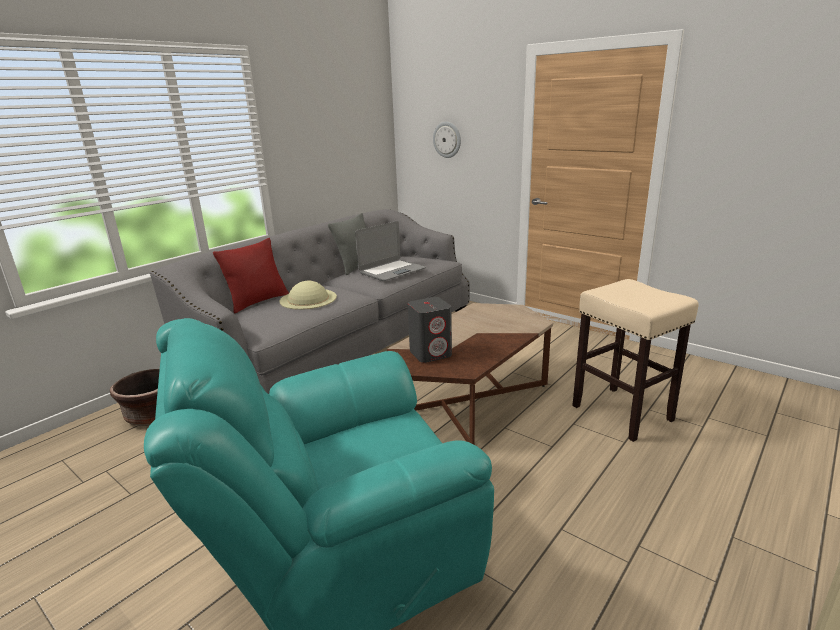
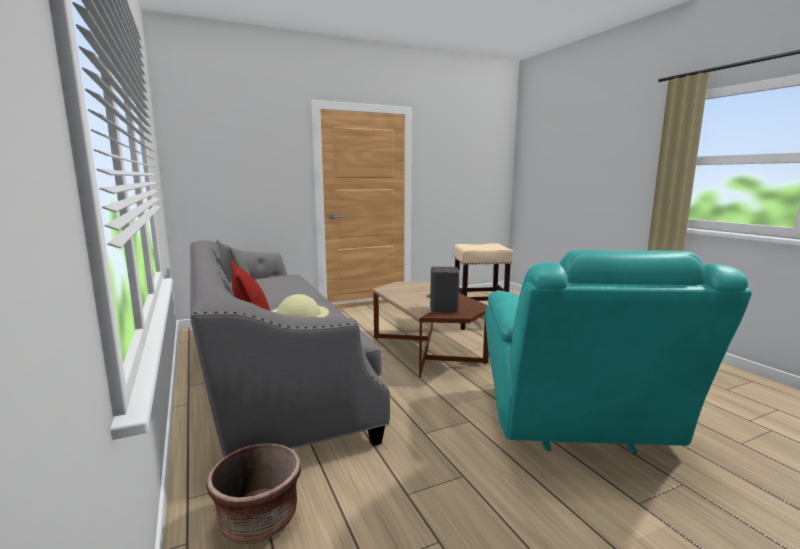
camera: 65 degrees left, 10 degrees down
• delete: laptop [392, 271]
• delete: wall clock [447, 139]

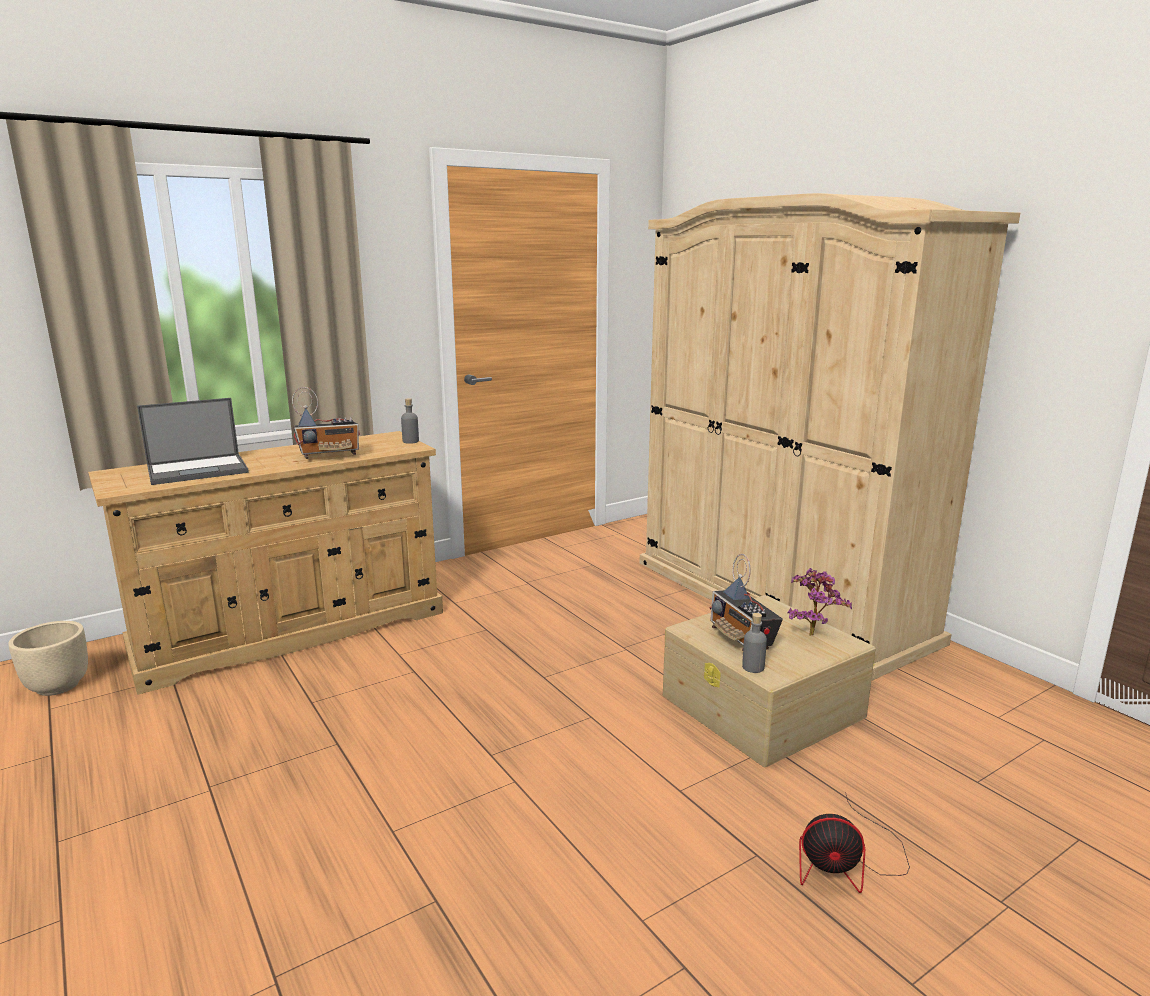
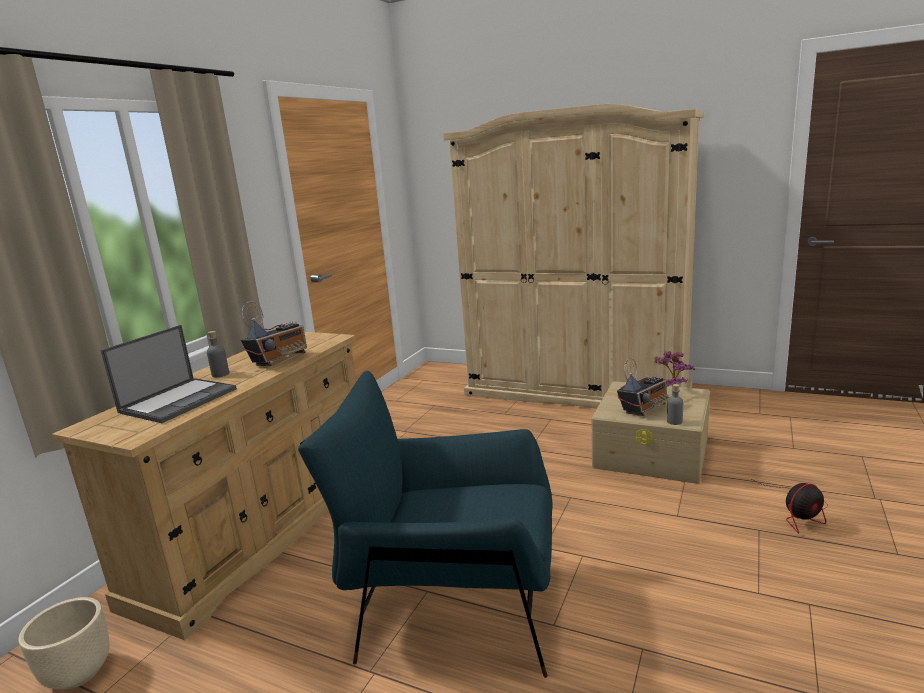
camera: 30 degrees left, 0 degrees up
• insert: blue armchair [453, 603]
• move: grey bottle [410, 441] to [220, 374]
• rotate: radio [742, 639] = [644, 409] 75 degrees counterclockwise

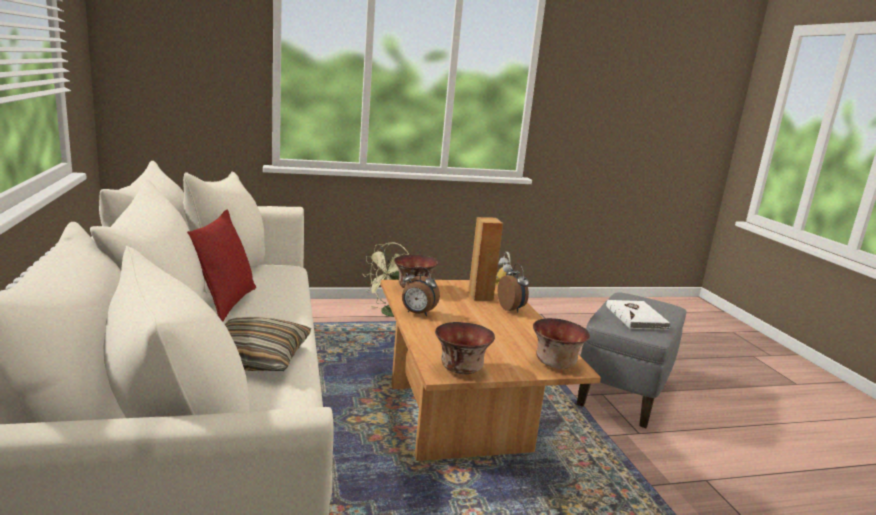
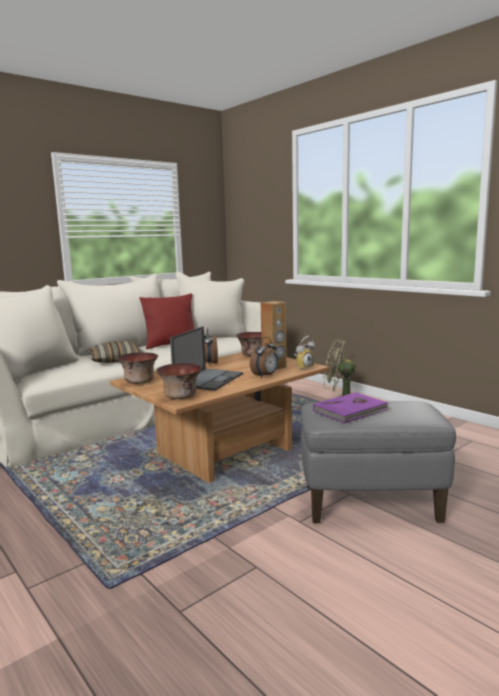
camera: 65 degrees right, 5 degrees down
• insert: laptop [209, 379]
• recolor: white book [637, 317] to purple book [352, 411]

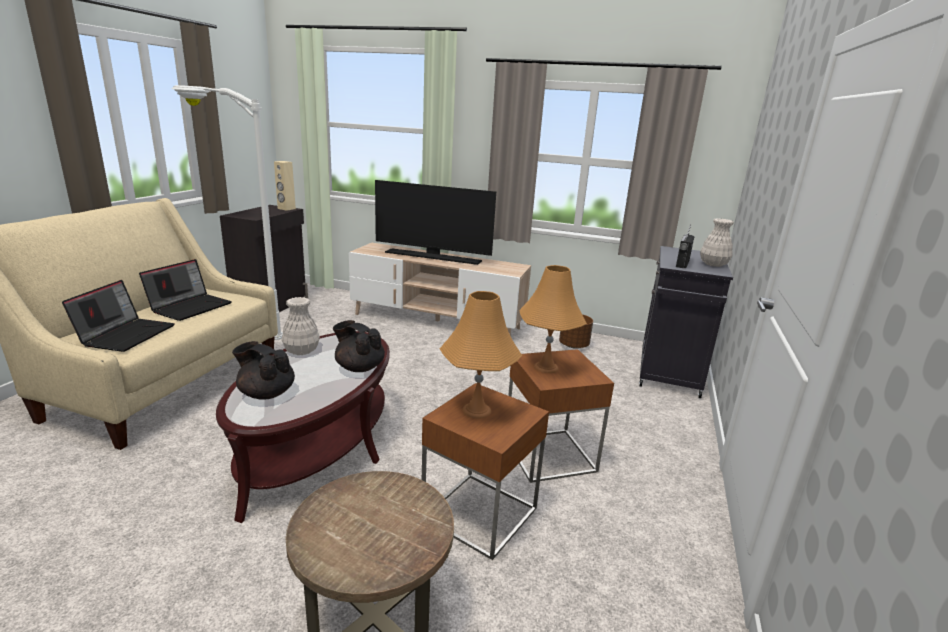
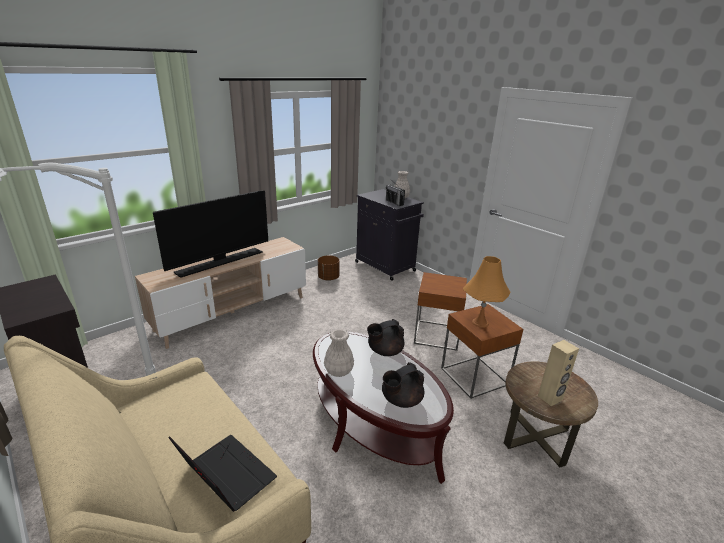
camera: 60 degrees left, 5 degrees up
• delete: laptop [190, 307]
• delete: orange table lamp [546, 367]
• move: beige speaker [286, 209] to [550, 398]

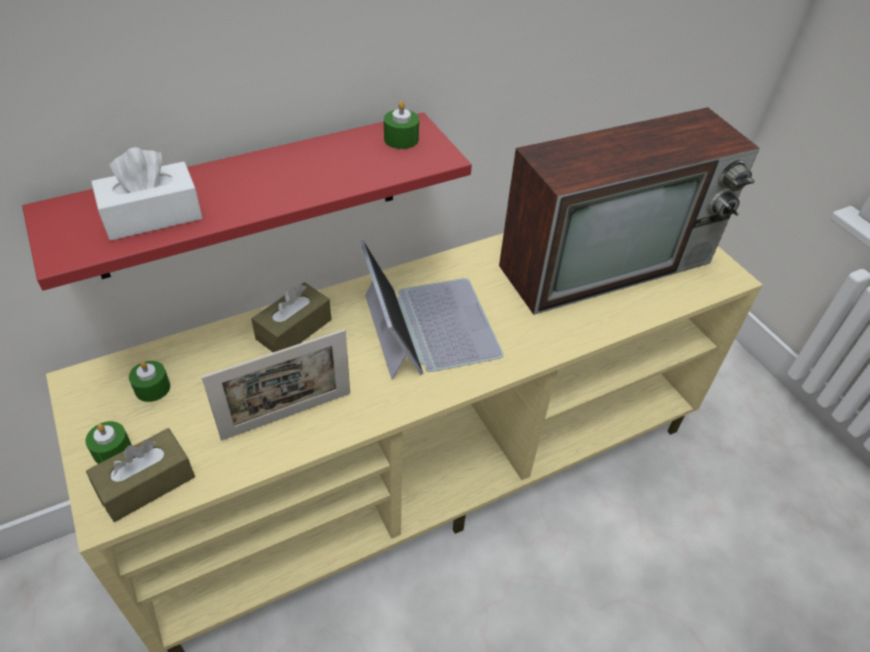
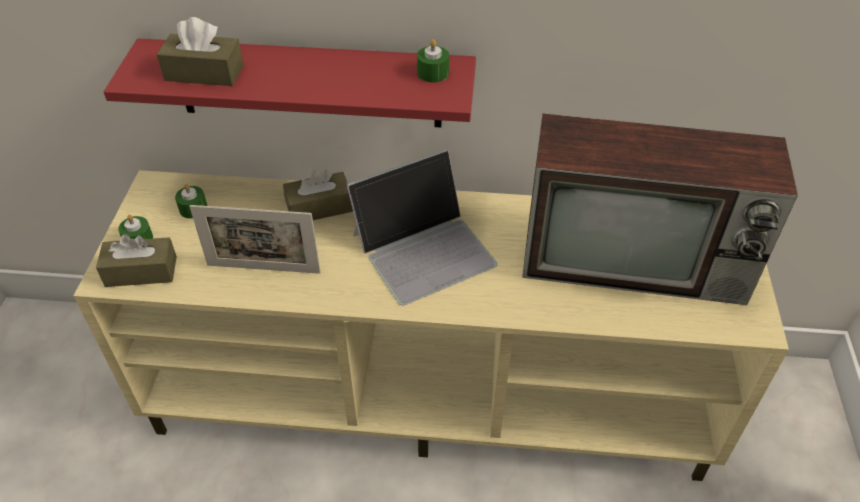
camera: 35 degrees right, 0 degrees up
• recolor: white tissue box [152, 216] to brown tissue box [204, 73]
• rotate: laptop [428, 325] = [424, 248] 45 degrees clockwise

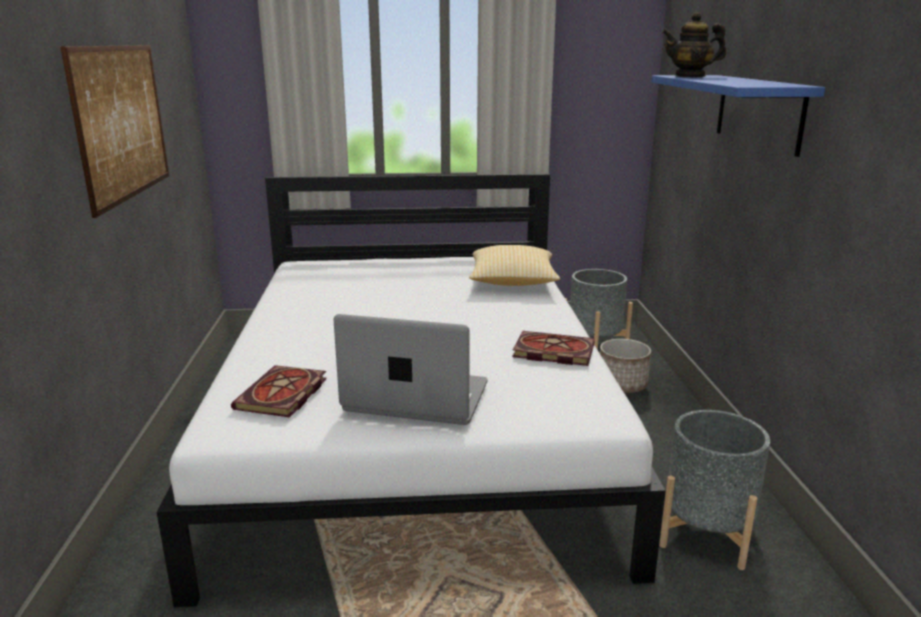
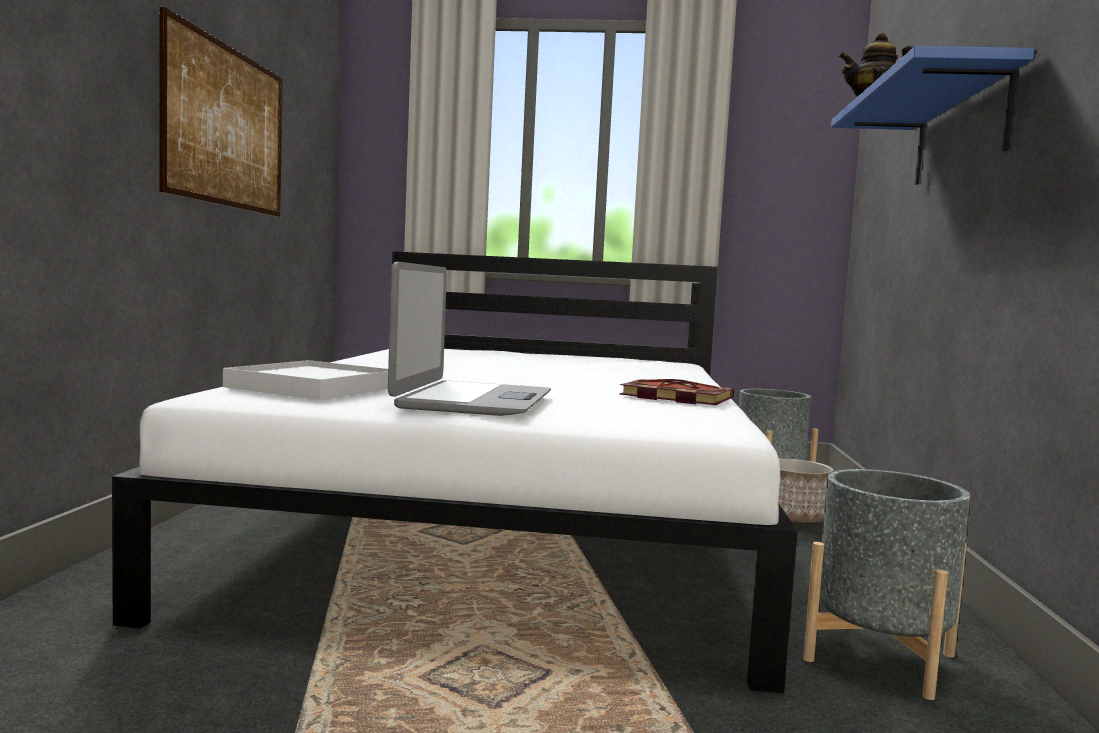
camera: 10 degrees right, 15 degrees down
• delete: pillow [512, 282]
• replace: book [282, 395] to white tray [313, 387]
• rotate: laptop [416, 398] = [473, 401] 75 degrees clockwise

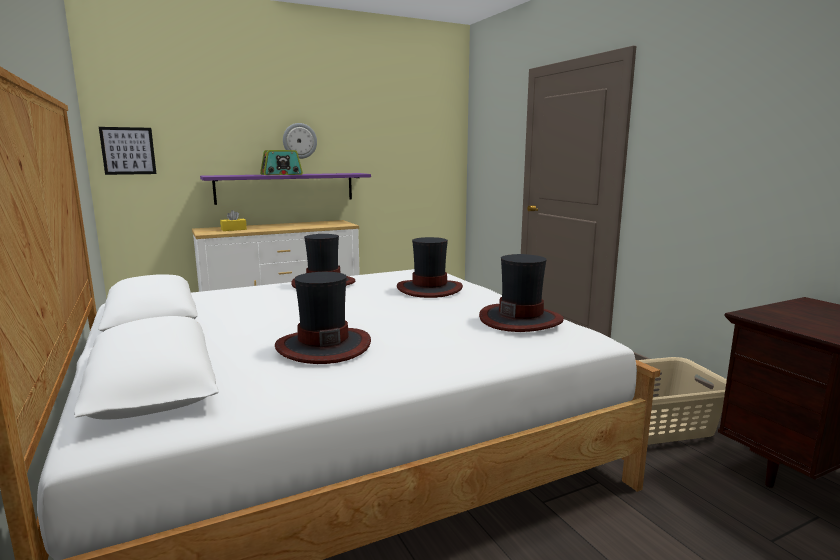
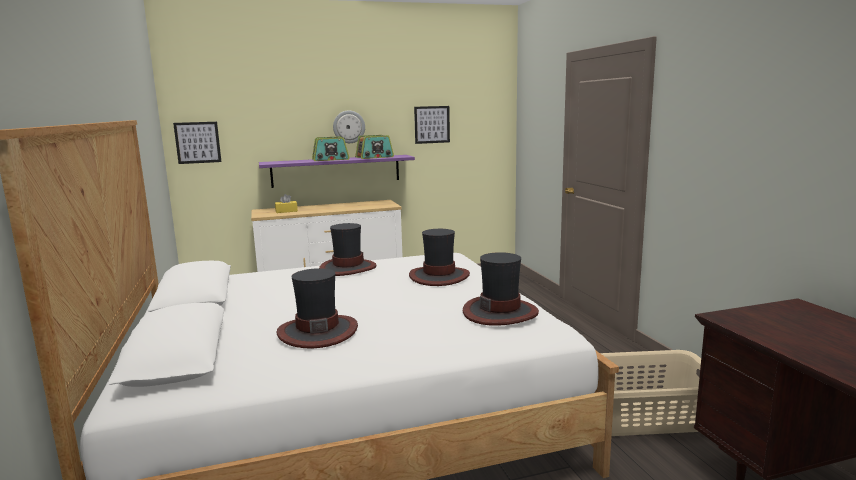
camera: 10 degrees right, 0 degrees up
• insert: radio [374, 157]
• insert: picture [432, 124]

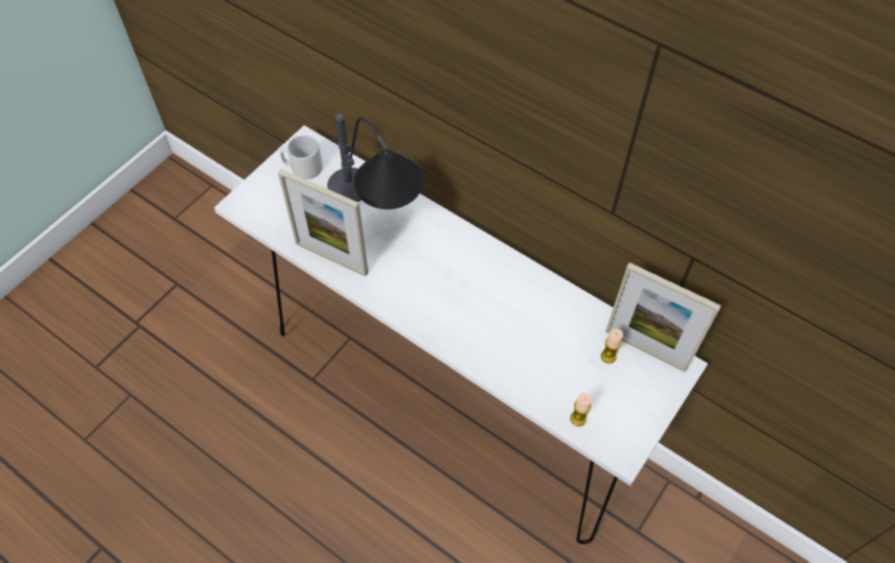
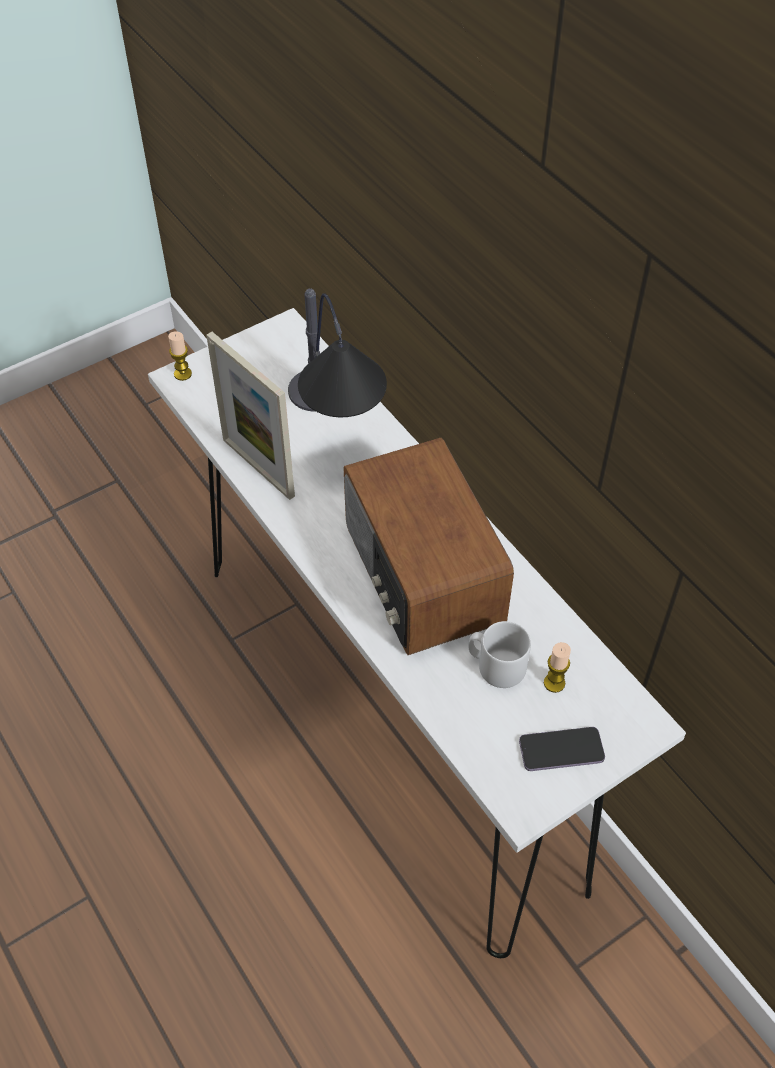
camera: 20 degrees right, 5 degrees down
• delete: picture frame [646, 349]
• insert: radio [421, 575]
• insert: phone [561, 750]
• move: grey mug [303, 168] to [496, 666]
• move: candle [578, 418] to [182, 374]

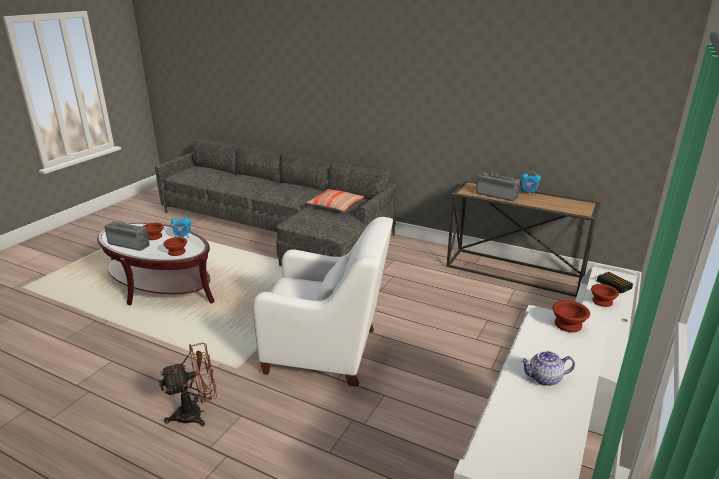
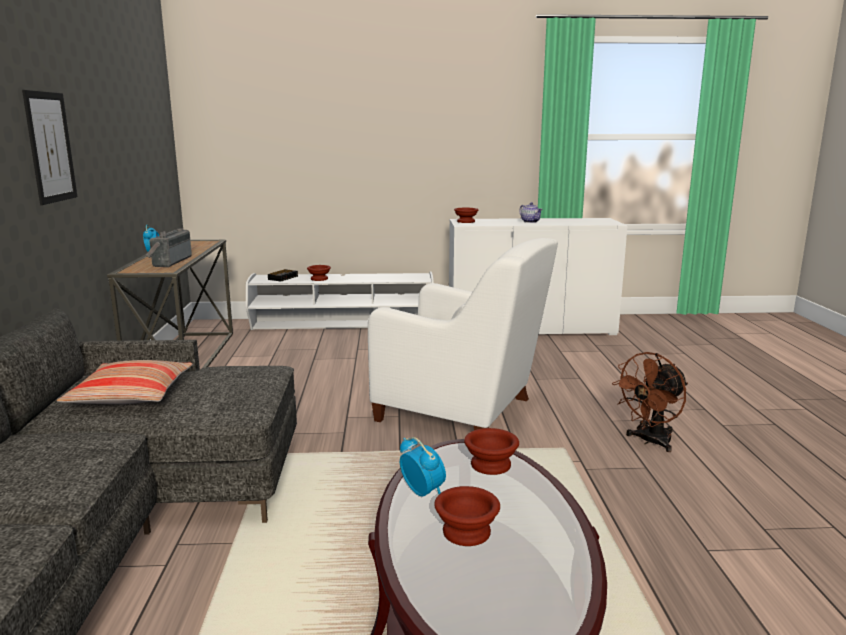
camera: 120 degrees left, 10 degrees down
• delete: radio [130, 244]
• insert: picture [50, 147]
• rotate: brown fan [196, 413] = [650, 441] 75 degrees counterclockwise
• rotate: white armchair [328, 351] = [462, 411] 135 degrees clockwise

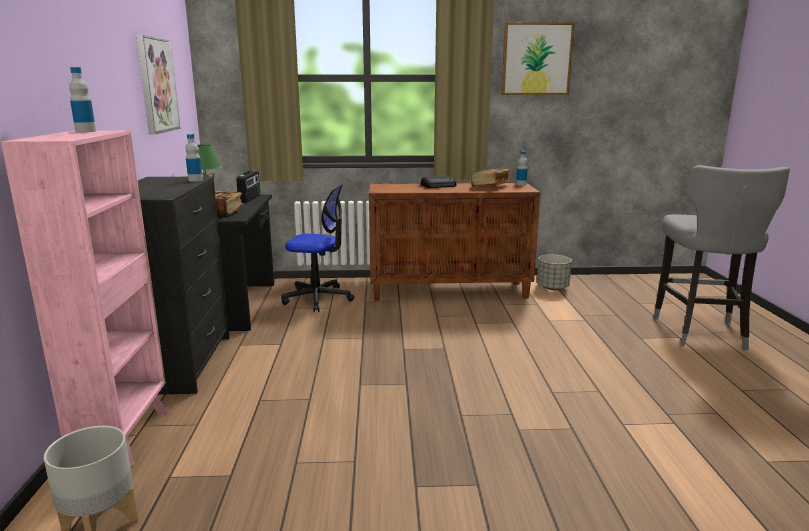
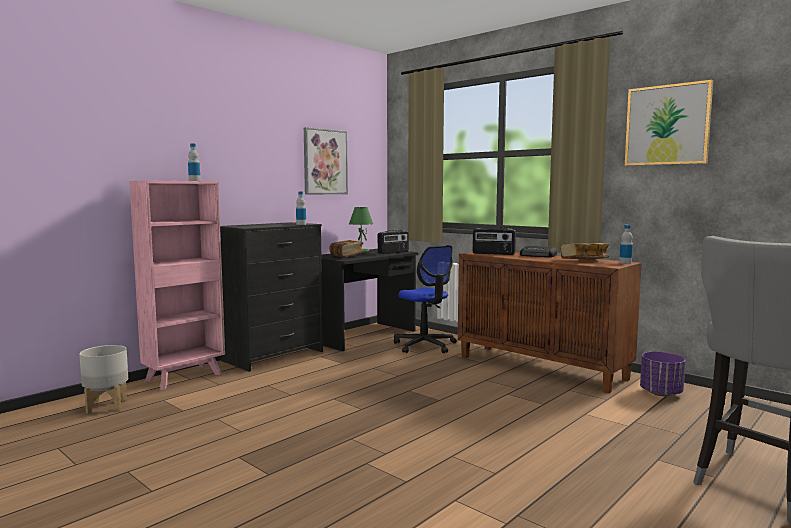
camera: 45 degrees right, 10 degrees down
• insert: radio [493, 253]
• recolor: grey planter [552, 288] to purple planter [661, 393]

